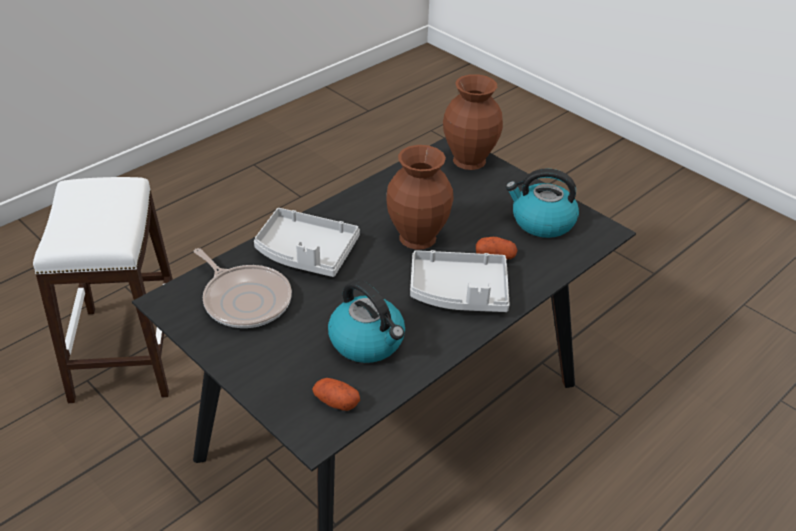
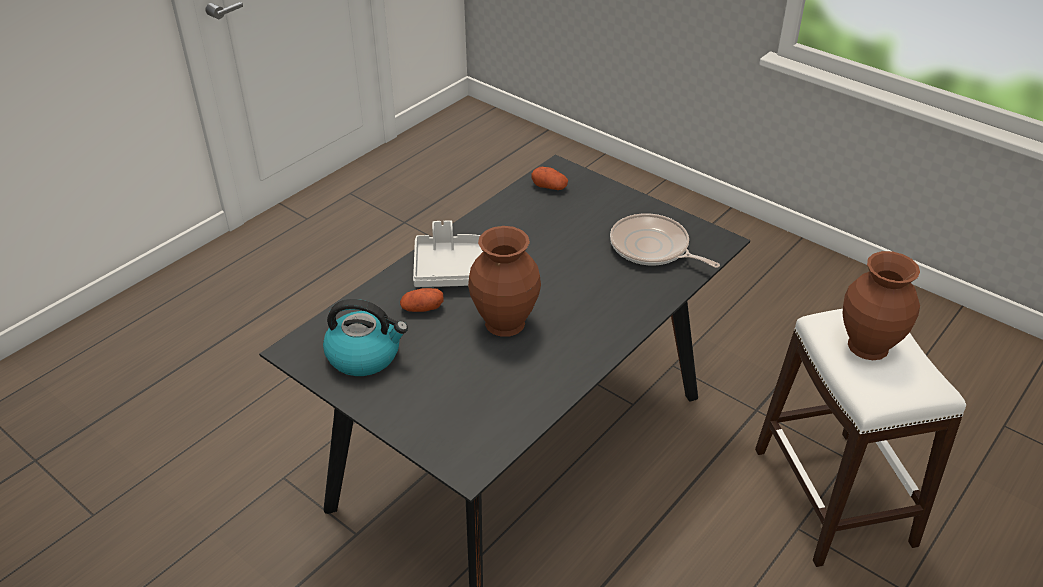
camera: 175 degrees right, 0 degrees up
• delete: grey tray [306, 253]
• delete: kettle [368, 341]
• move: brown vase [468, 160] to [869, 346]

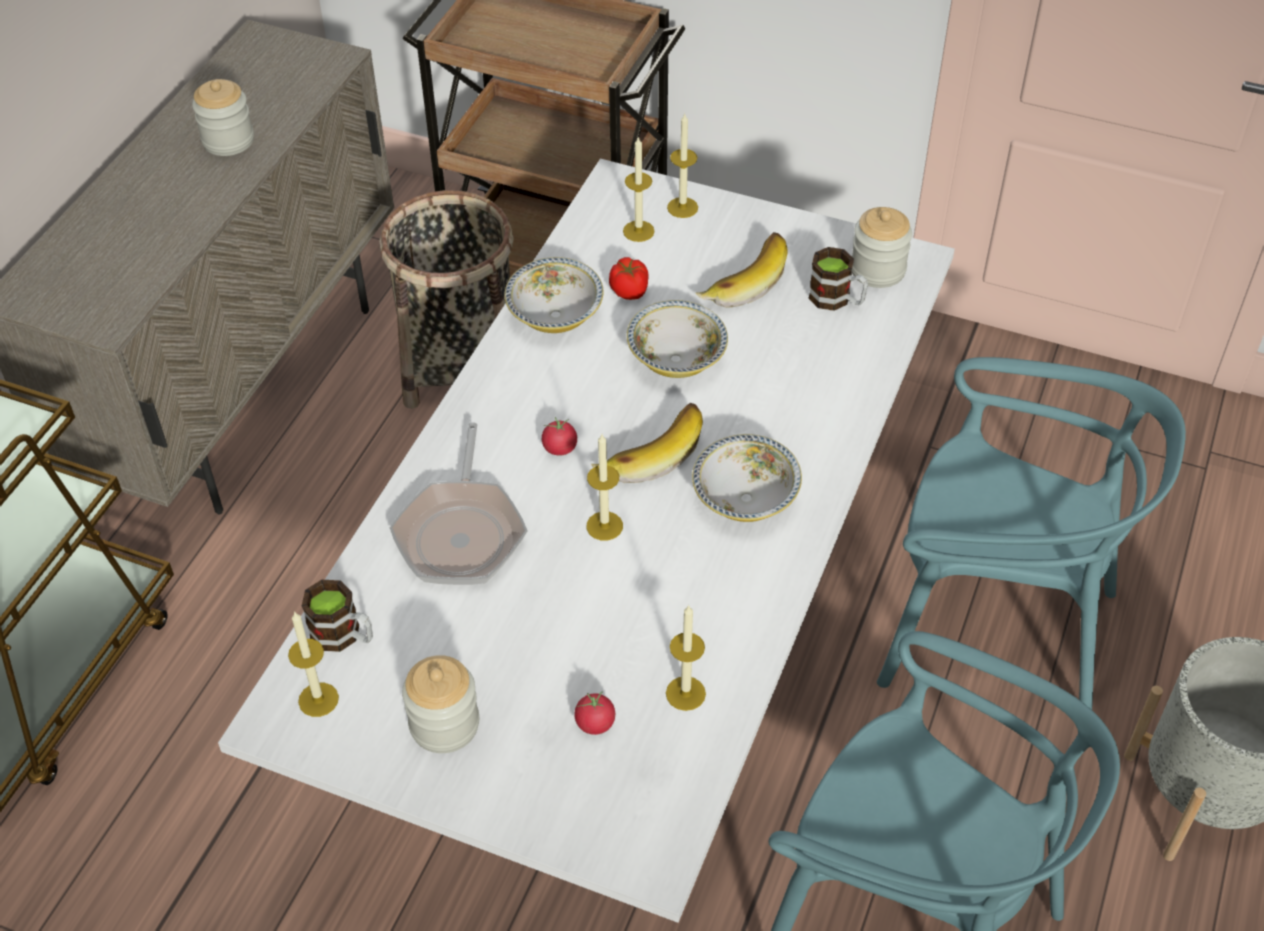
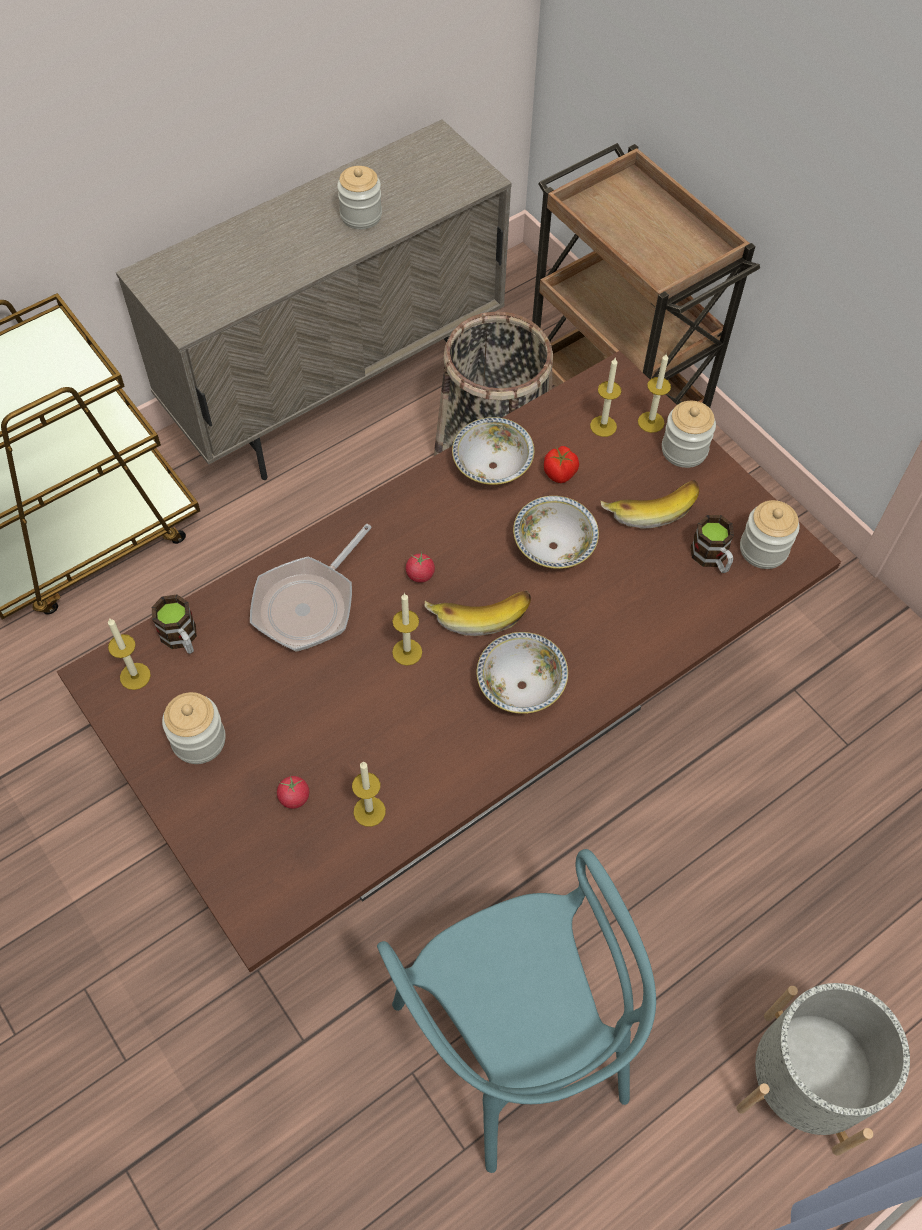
camera: 30 degrees right, 10 degrees up
• delete: turquoise chair [995, 629]
• insert: jar [684, 450]
• recolor: white dining table [634, 667] to brown dining table [457, 740]

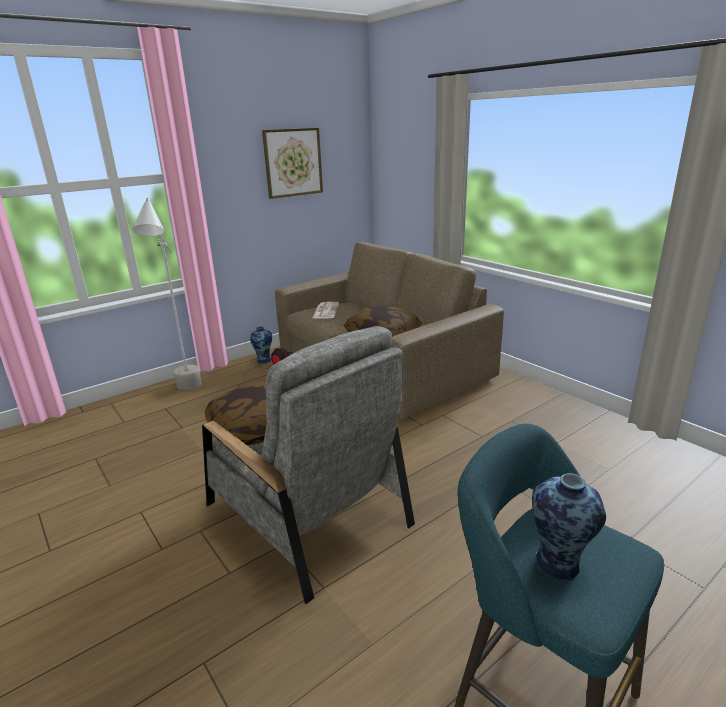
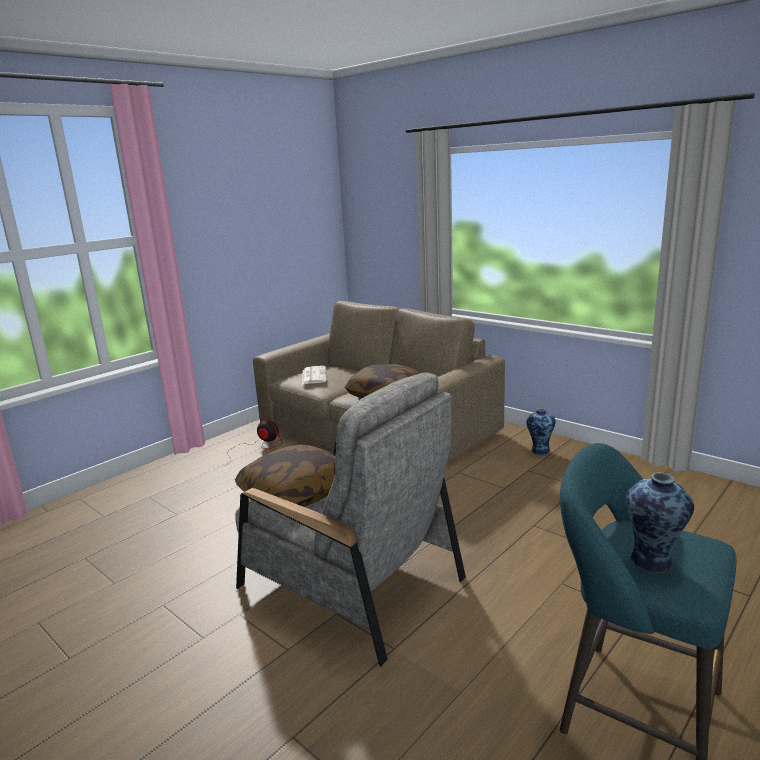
camera: 10 degrees left, 5 degrees down
• delete: grey floor lamp [186, 394]
• delete: picture [293, 162]
• move: vase [264, 360] to [539, 450]

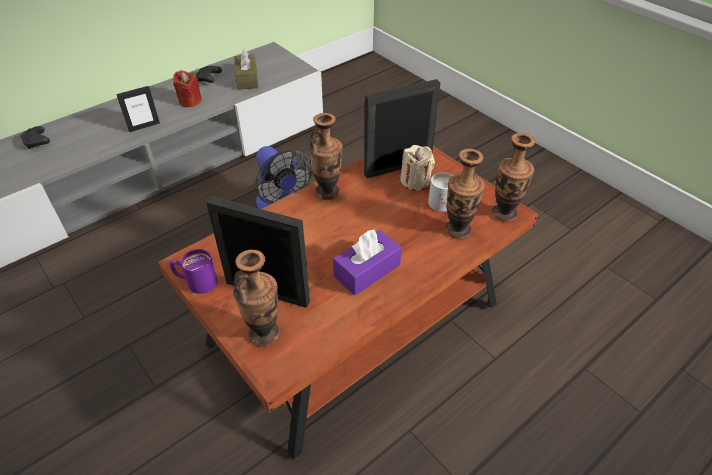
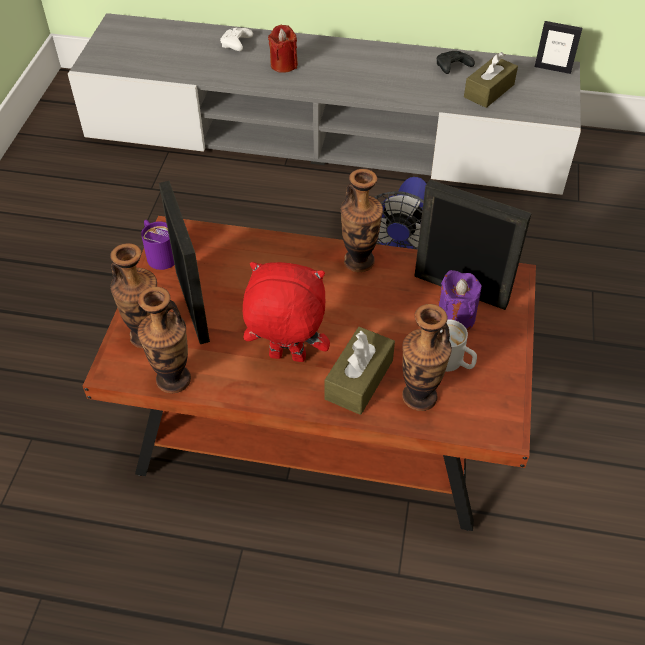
camera: 50 degrees right, 5 degrees up
• insert: brown tissue box [359, 379]
• move: picture frame [144, 126] to [552, 68]
• move: red candle [190, 101] to [284, 65]
• move: vase [504, 213] to [173, 379]
• replace: purple tissue box [367, 270] to red plush toy [286, 358]
• recolor: black game controller [37, 142] to white game controller [236, 45]
• recolor: beige candle [415, 181] to purple candle [455, 317]

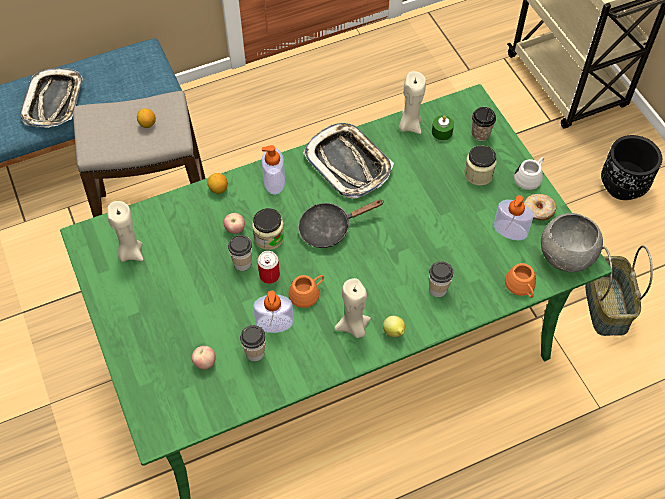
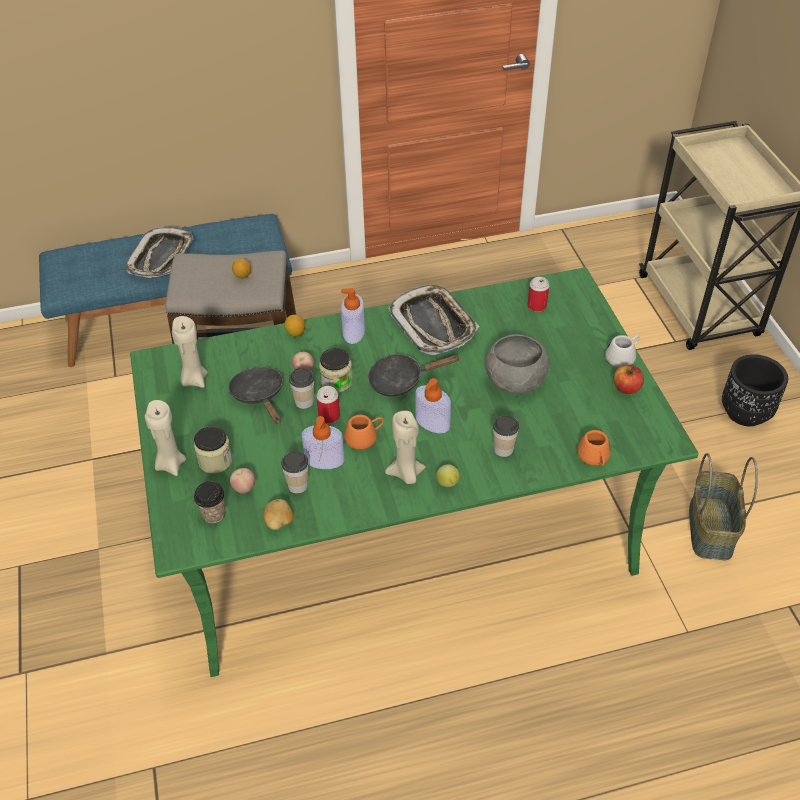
camera: 10 degrees right, 10 degrees down
• insert: black frying pan [259, 395]
• insert: potato [279, 522]
• move: beige candle [409, 125] to [170, 464]
• move: jar [478, 174] to [215, 461]
• move: cup [480, 134] to [213, 514]
• move: soap dispenser [510, 230] to [432, 422]
• move: grey bowl [567, 255] to [516, 381]
• replace: green candle [442, 132] to can [537, 306]
• replace: donut [538, 210] to apple [626, 388]

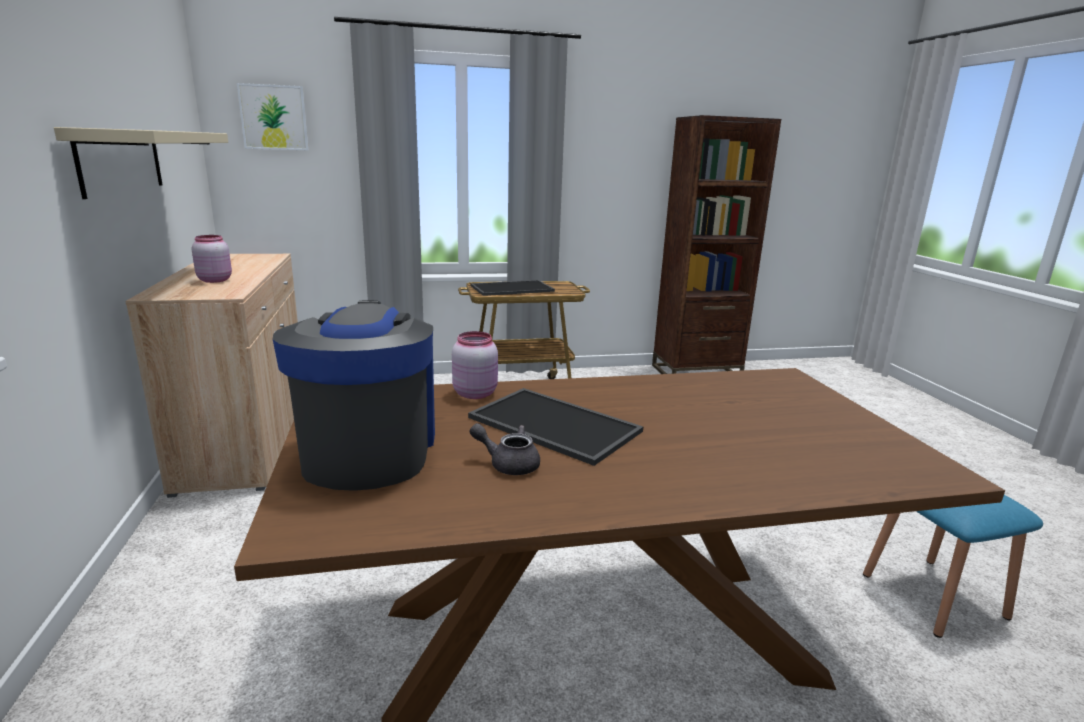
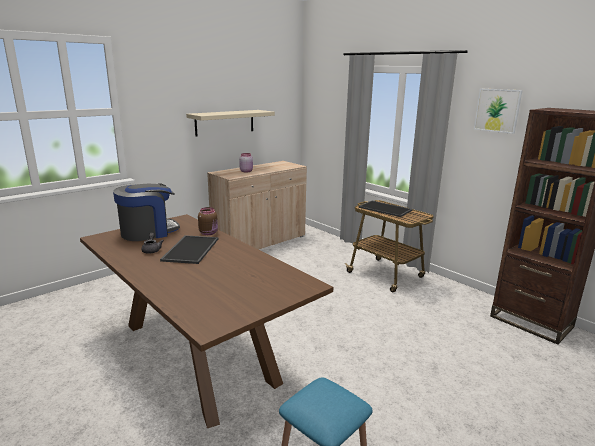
camera: 60 degrees right, 0 degrees up
• move: picture [274, 117] to [497, 110]
• recolor: pink jar [475, 393] to brown jar [209, 233]

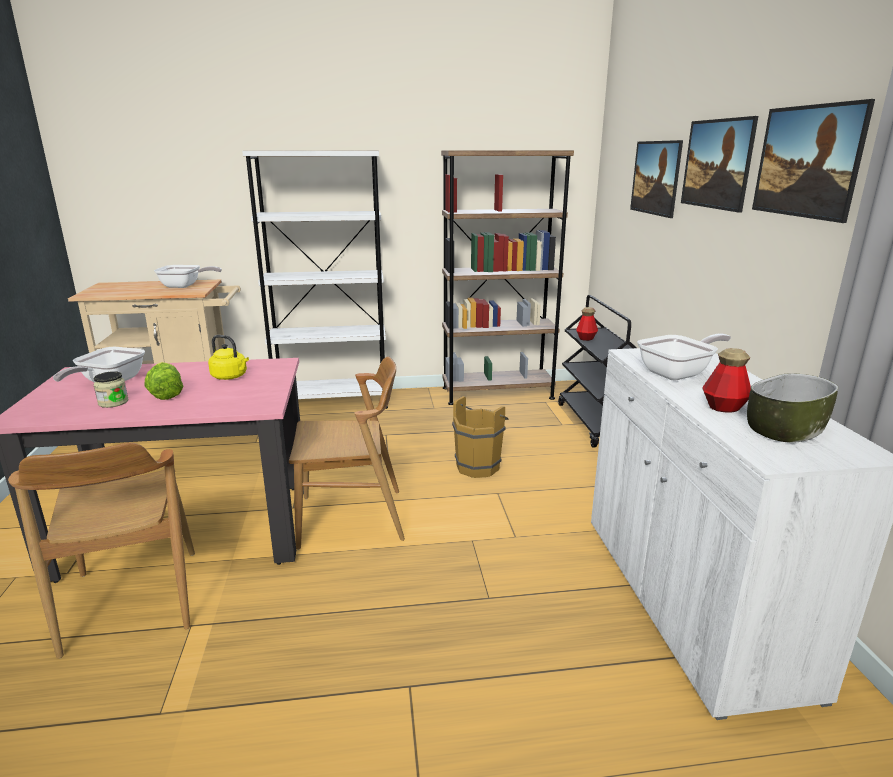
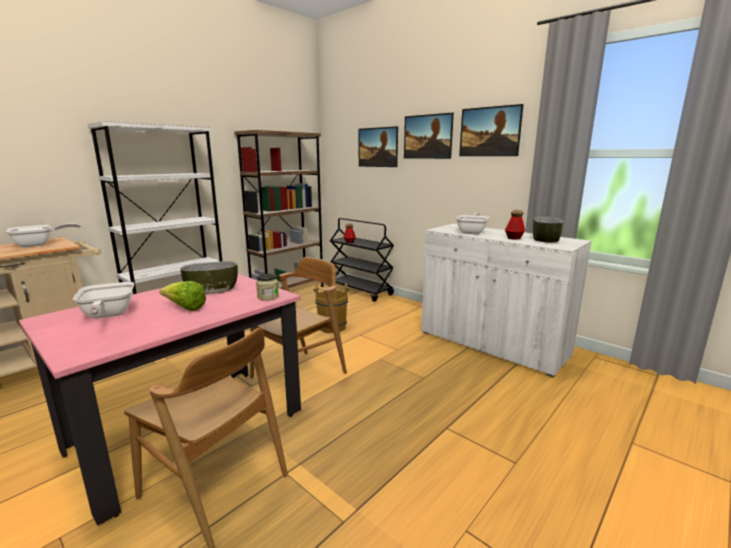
camera: 40 degrees left, 5 degrees down
• move: jar [113, 402] to [268, 297]
• replace: yellow kettle [231, 377] to bowl [212, 289]

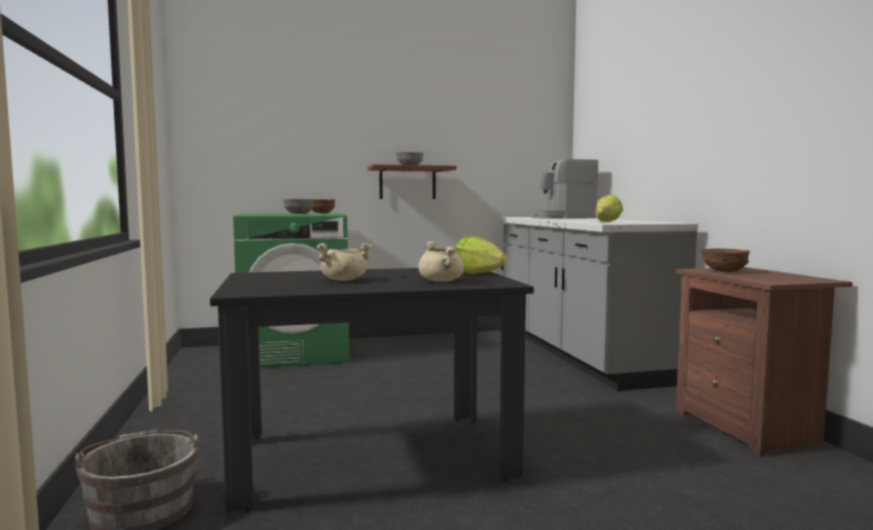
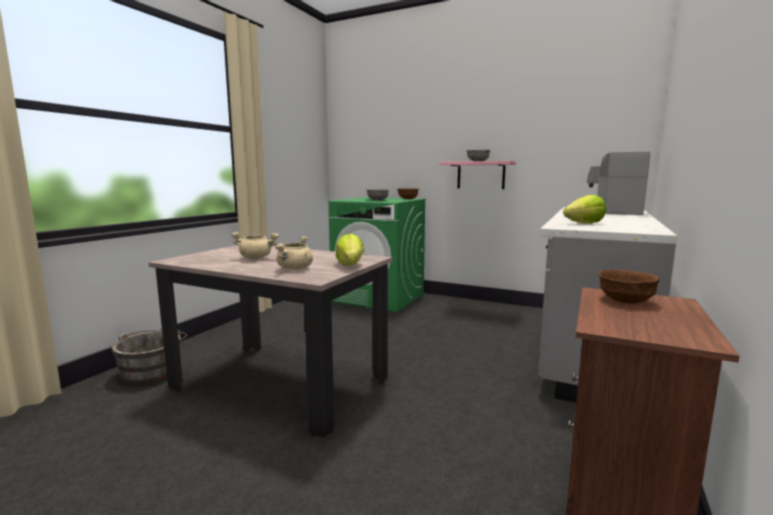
camera: 40 degrees right, 5 degrees up
• recolor: black dining table [371, 457] to beige dining table [280, 383]
• recolor: brown shelf [407, 183] to pink shelf [481, 175]

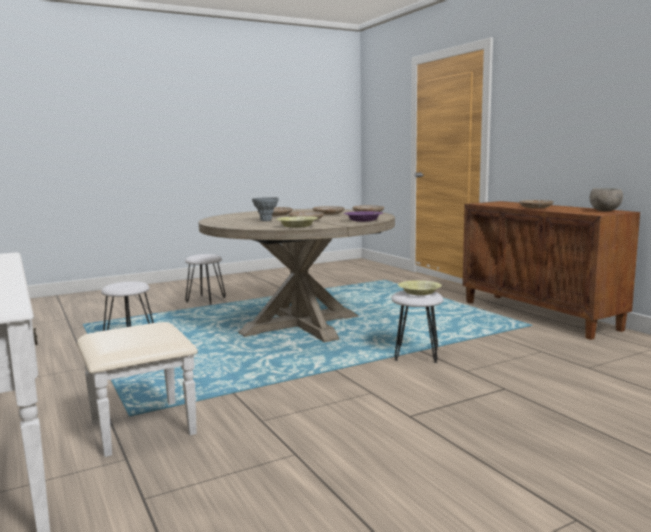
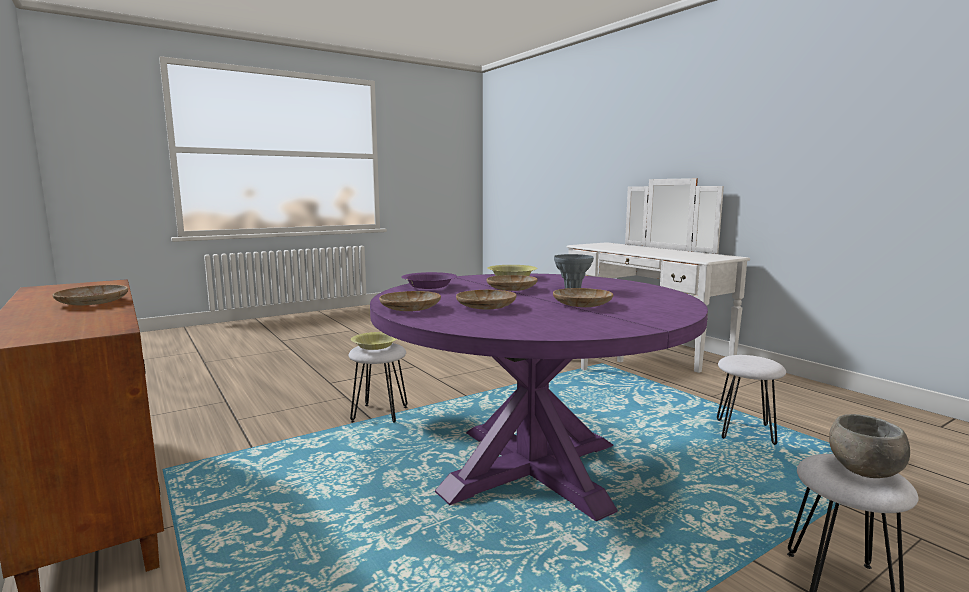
camera: 175 degrees right, 0 degrees up
• move: grey bowl [604, 211] to [864, 472]
• recolor: beige dining table [300, 325] to purple dining table [531, 468]

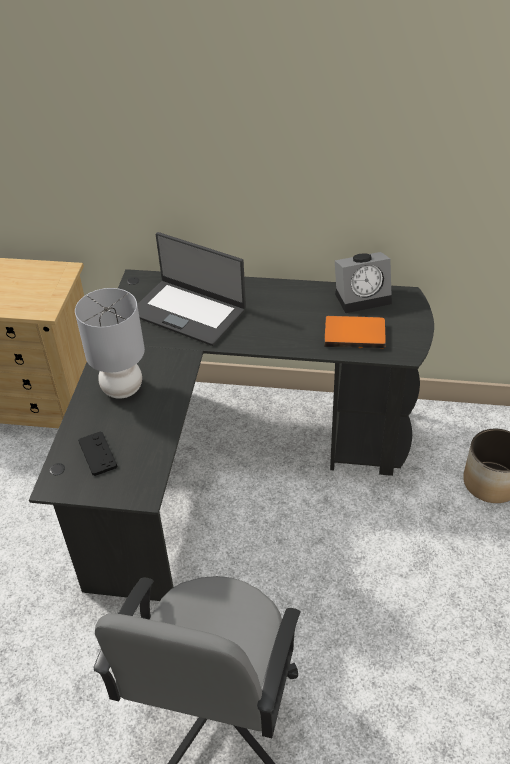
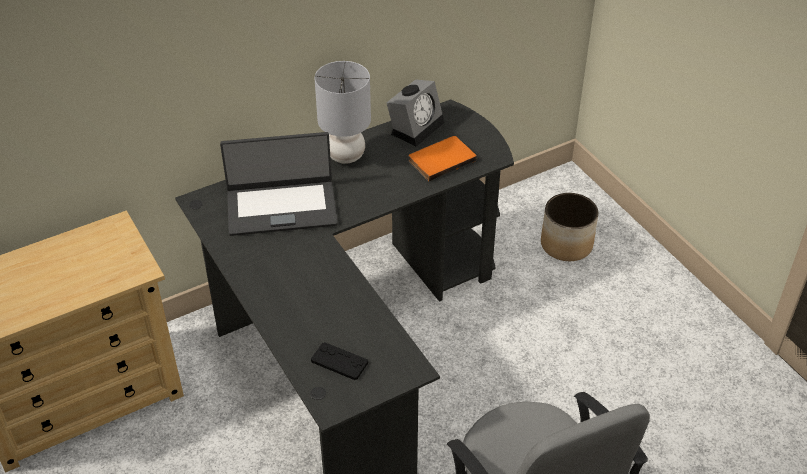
camera: 40 degrees left, 0 degrees up
• move: grey table lamp [122, 389] to [346, 156]

